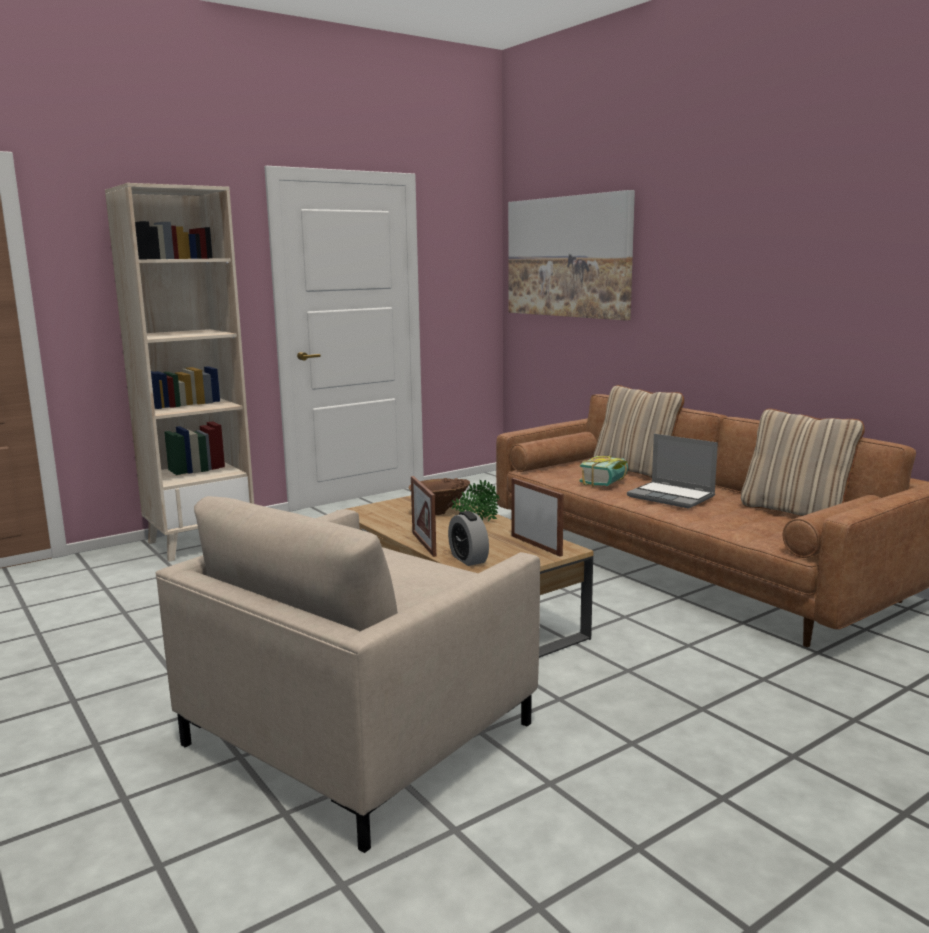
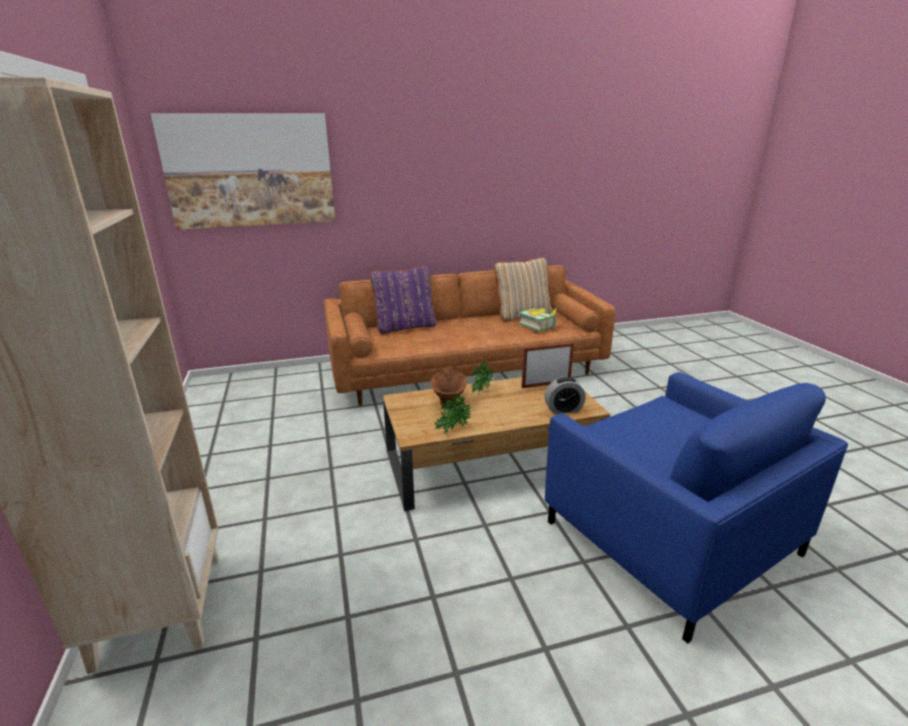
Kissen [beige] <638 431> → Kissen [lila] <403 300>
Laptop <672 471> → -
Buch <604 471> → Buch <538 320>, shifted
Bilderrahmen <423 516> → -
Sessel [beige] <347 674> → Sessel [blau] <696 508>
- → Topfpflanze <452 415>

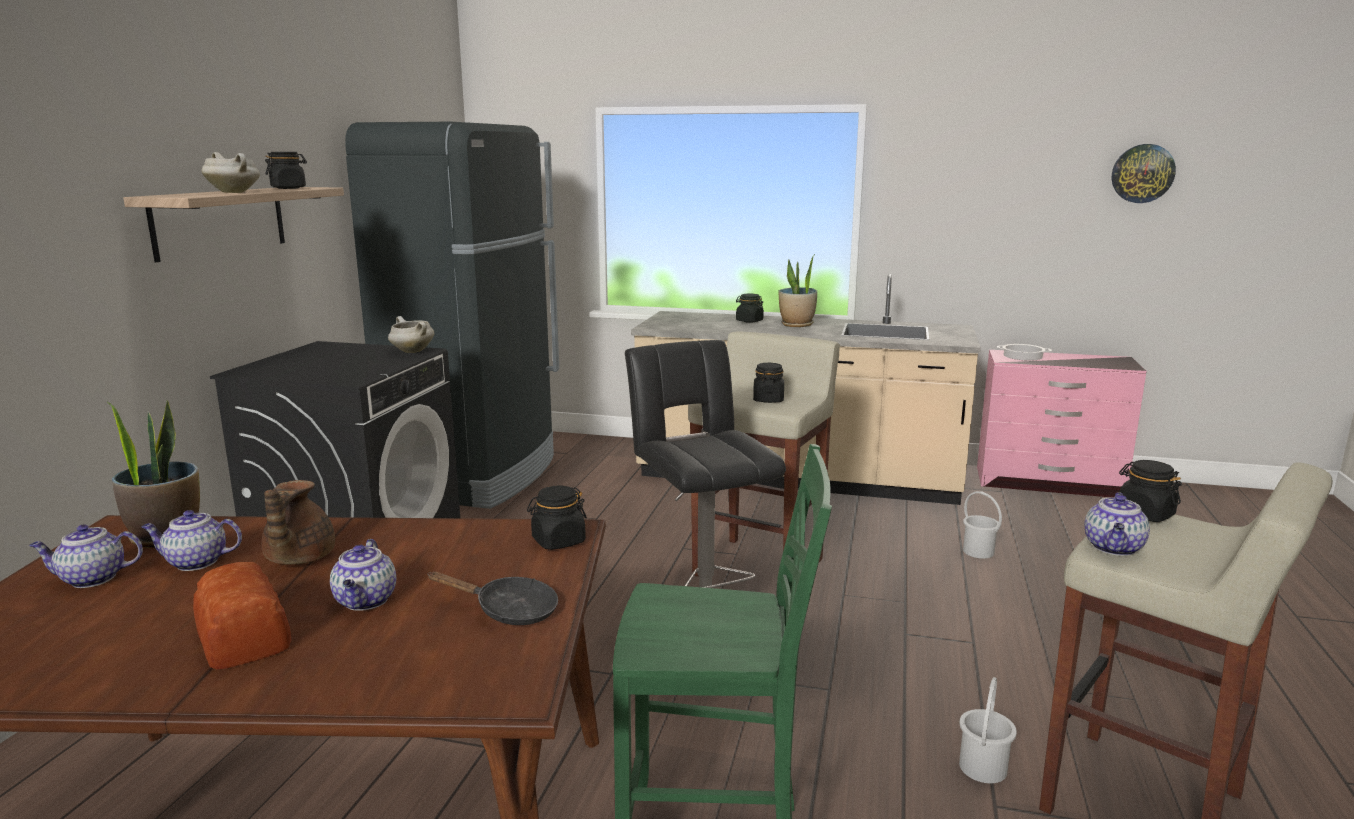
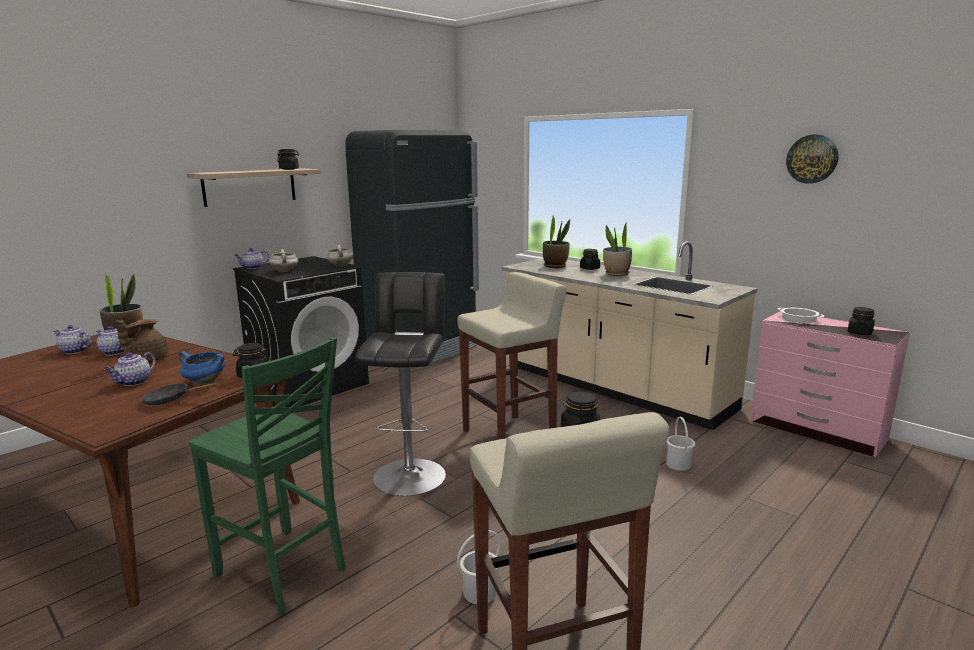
Wanduhr <1144 173> → Wanduhr <812 159>, shifted
Kochtopf [weiß] <231 172> → Kochtopf [weiß] <283 260>, shifted
Vorratsglas [schwarz] <768 383> → Vorratsglas [schwarz] <861 321>, shifted
Teekanne <1117 524> → Teekanne <251 258>, shifted
Brot <242 615> → -
Pfanne [schwarz] <493 598> → Pfanne [schwarz] <179 394>, 135 degrees clockwise
- → Topfpflanze <556 241>
- → Kochtopf [blau] <202 368>

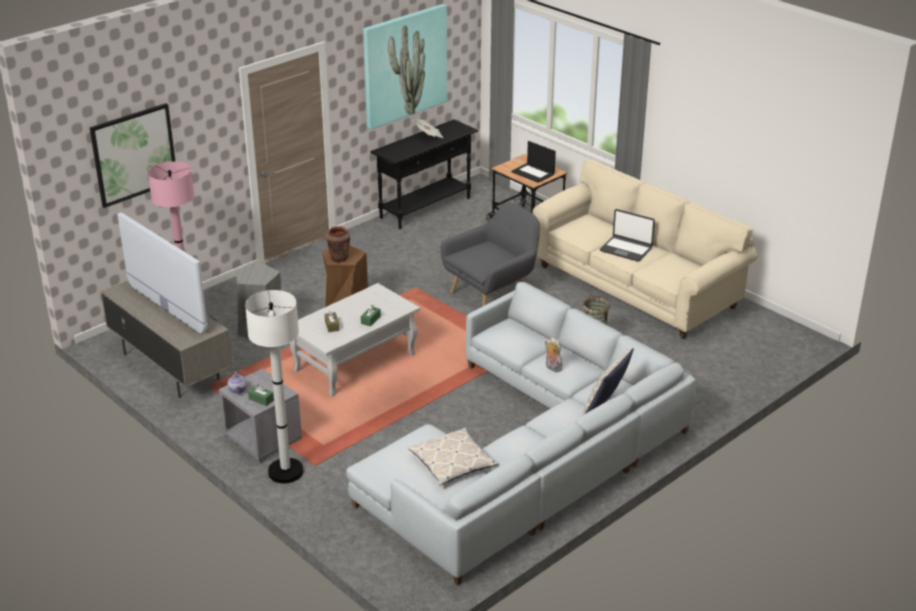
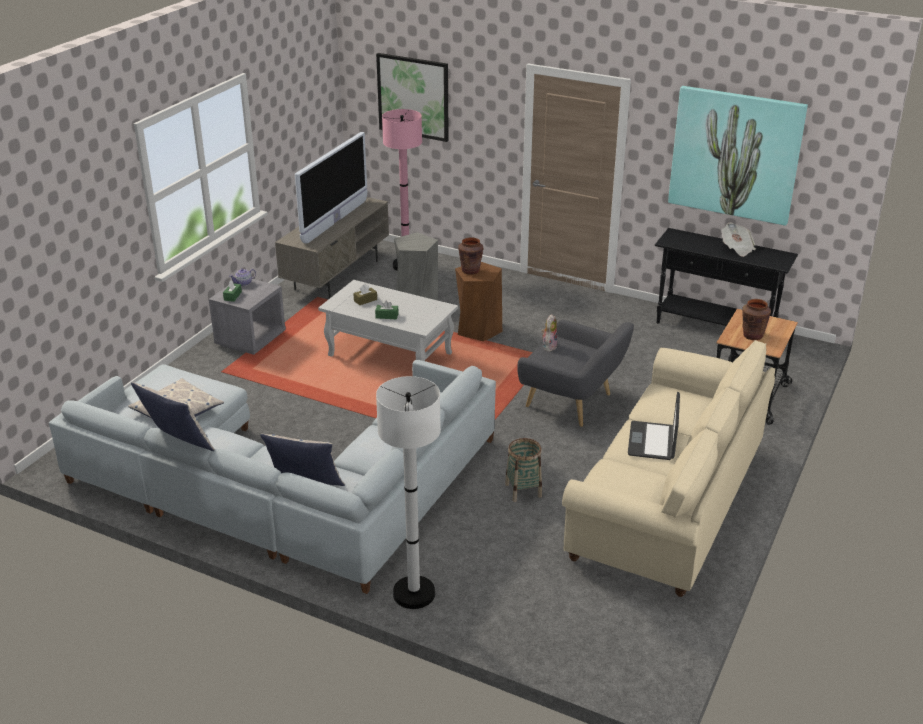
Laptop <533 162> → Vase [braun] <756 319>
Stehlampe [weiß] <274 386> → Stehlampe [weiß] <408 492>, shifted
Plüschtier <553 355> → Plüschtier <549 333>, shifted
- → Kissen <173 416>

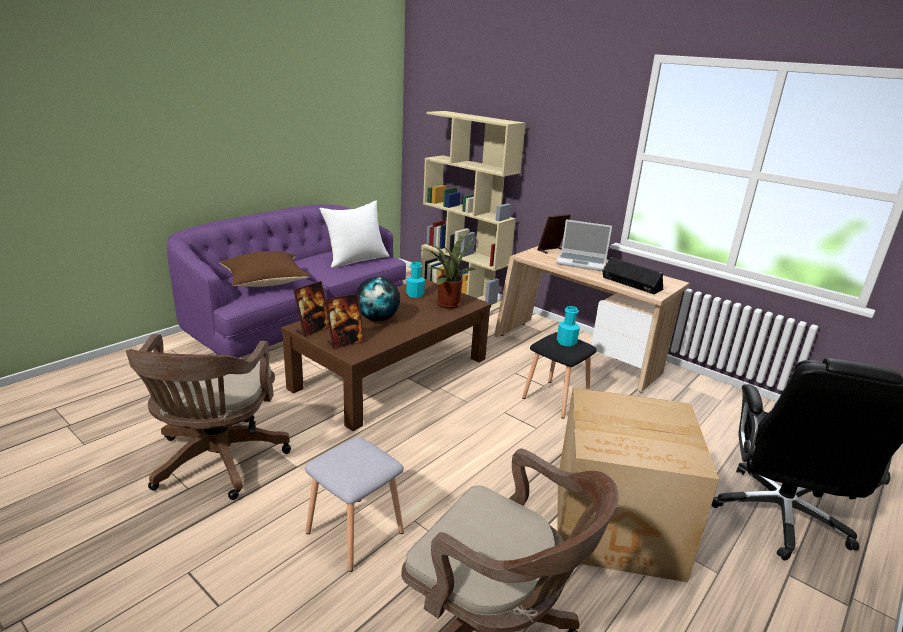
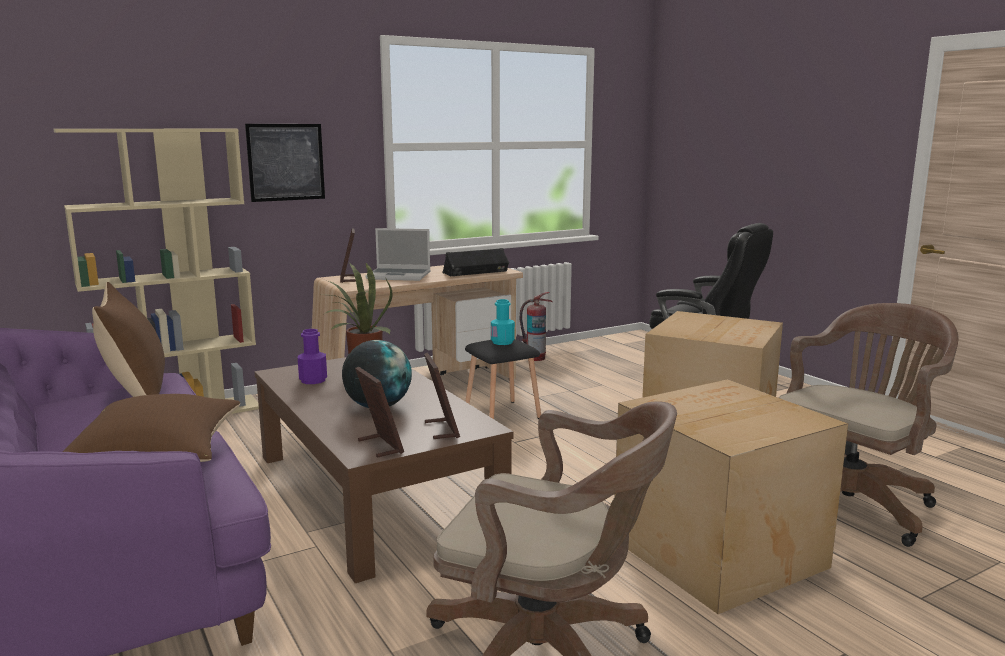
Kissen [weiß] <355 234> → Kissen [braun] <128 339>
Laptop <584 245> → Laptop <397 254>, 60 degrees clockwise
Flasche [türkis] <415 280> → Flasche [lila] <312 356>
Hocker [grau] <354 504> → Karton <731 496>
- → Bild <285 163>
- → Feuerlöscher <536 326>

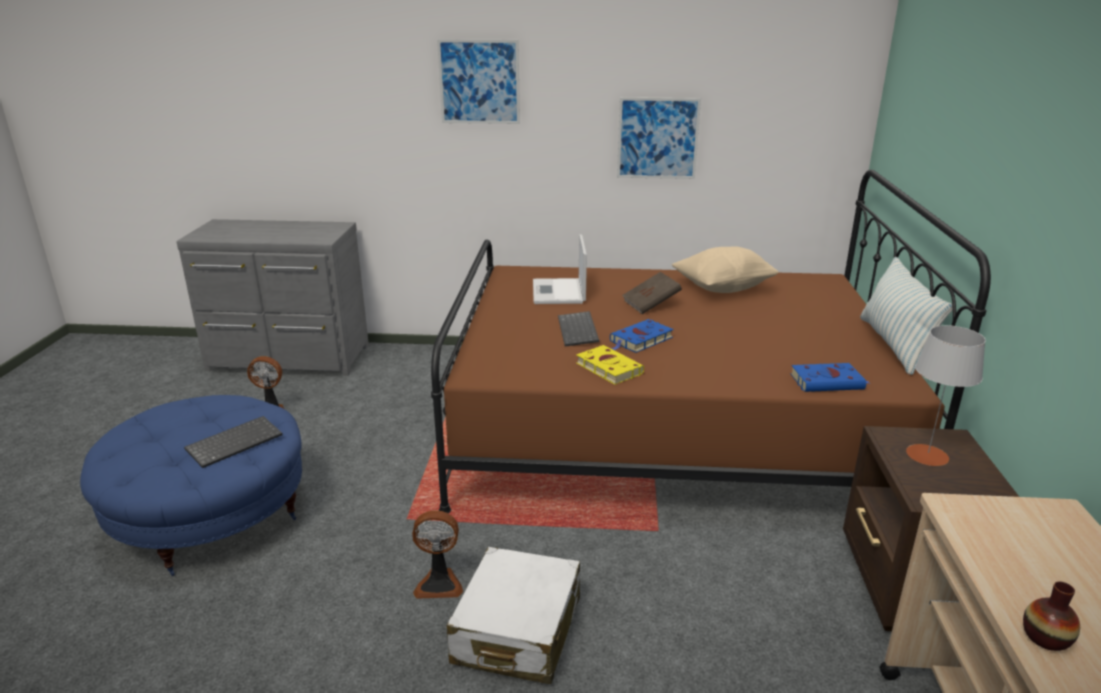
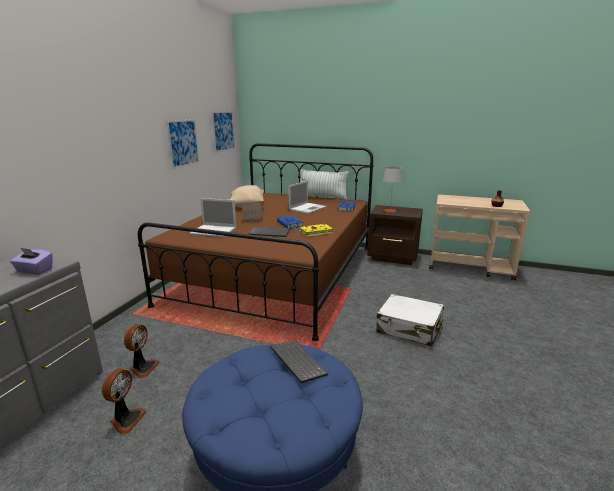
Bild <478 81> → Bild <223 132>, shifted
Ventilator <437 554> → Ventilator <142 351>, shifted
- → Laptop <307 197>
- → Taschentuchbox [lila] <31 261>

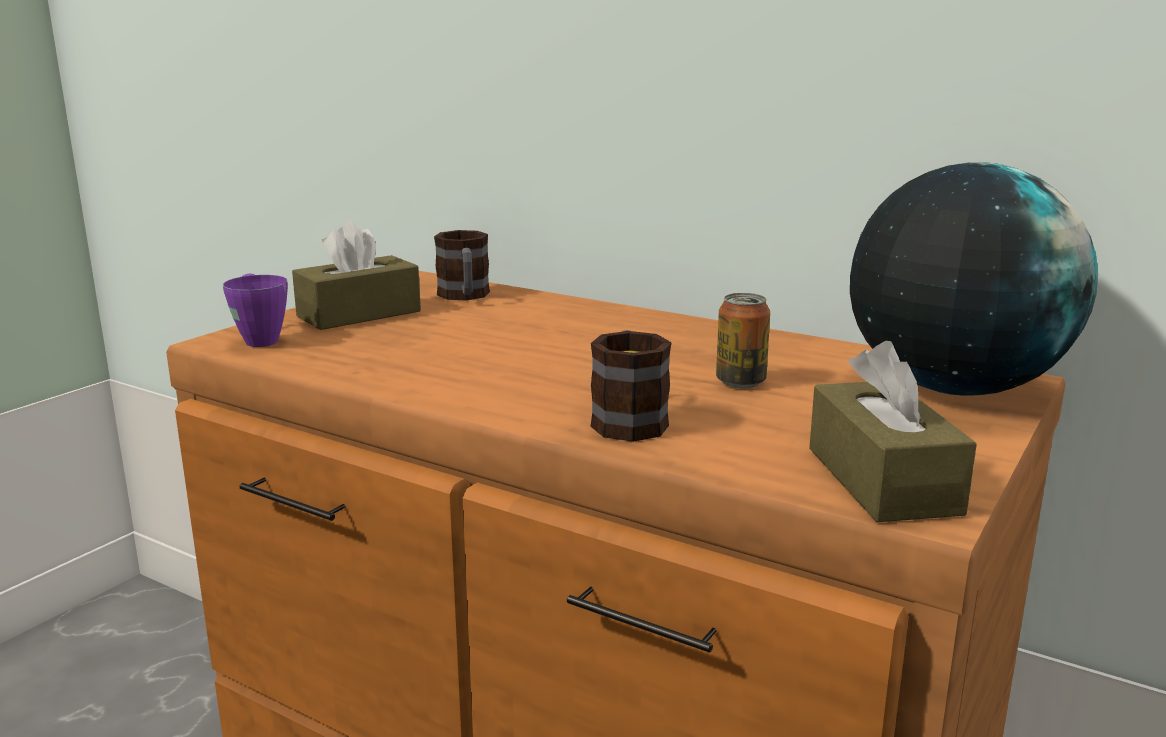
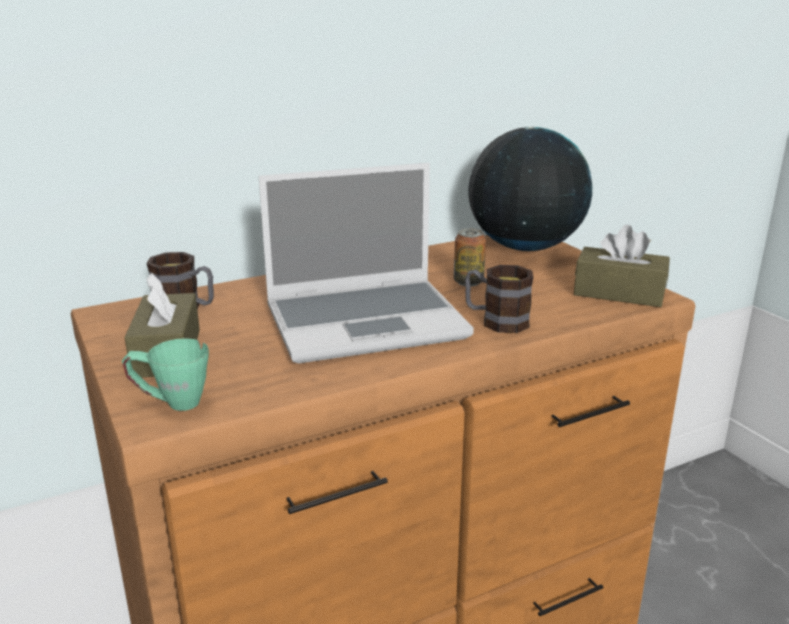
Henkelbecher [lila] <255 310> → Henkelbecher [grün] <165 374>
- → Laptop <366 263>

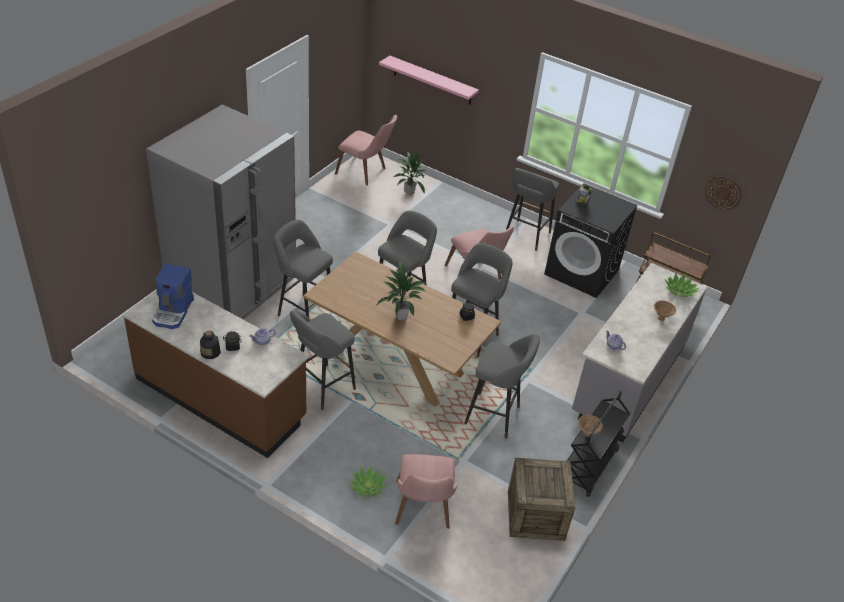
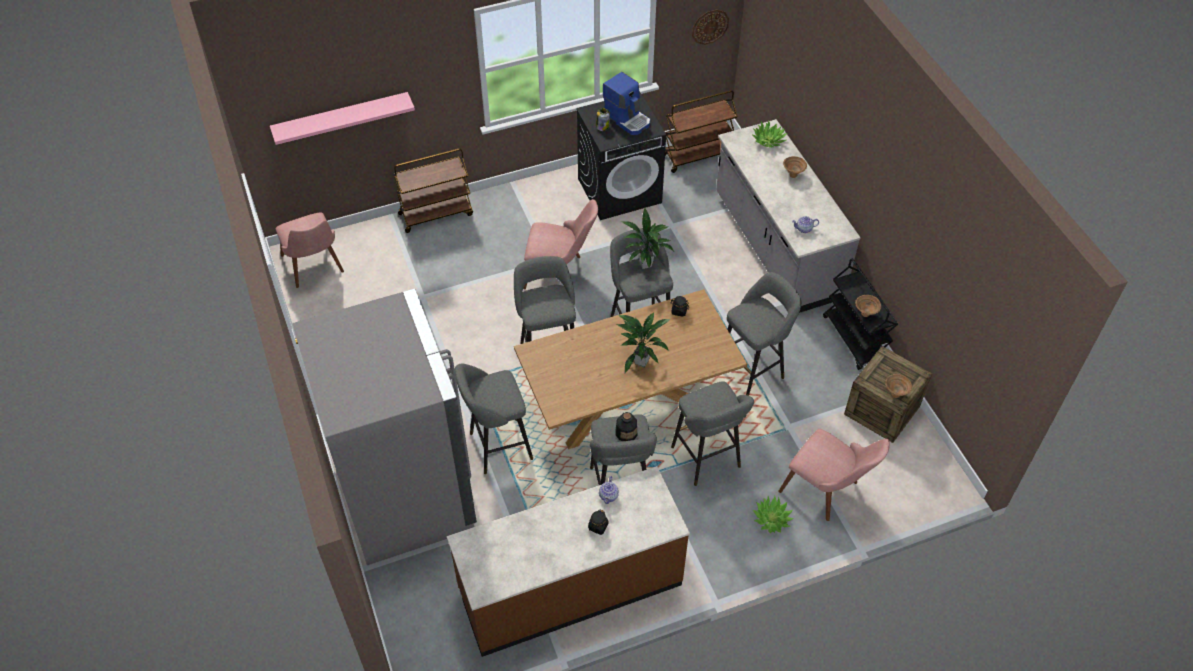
Stuhl [rosa] <366 150> → Stuhl [rosa] <310 250>, 90 degrees clockwise
Topfpflanze <410 172> → Topfpflanze <648 238>, shifted
Hocker [grau] <532 209> → Hocker [grau] <712 433>, shifted
Kaffeemaschine <173 296> → Kaffeemaschine <626 103>, shifted
Flasche <210 345> → Flasche <626 426>, shifted
- → Rollwagen [braun] <433 191>
- → Schüssel [braun] <898 386>

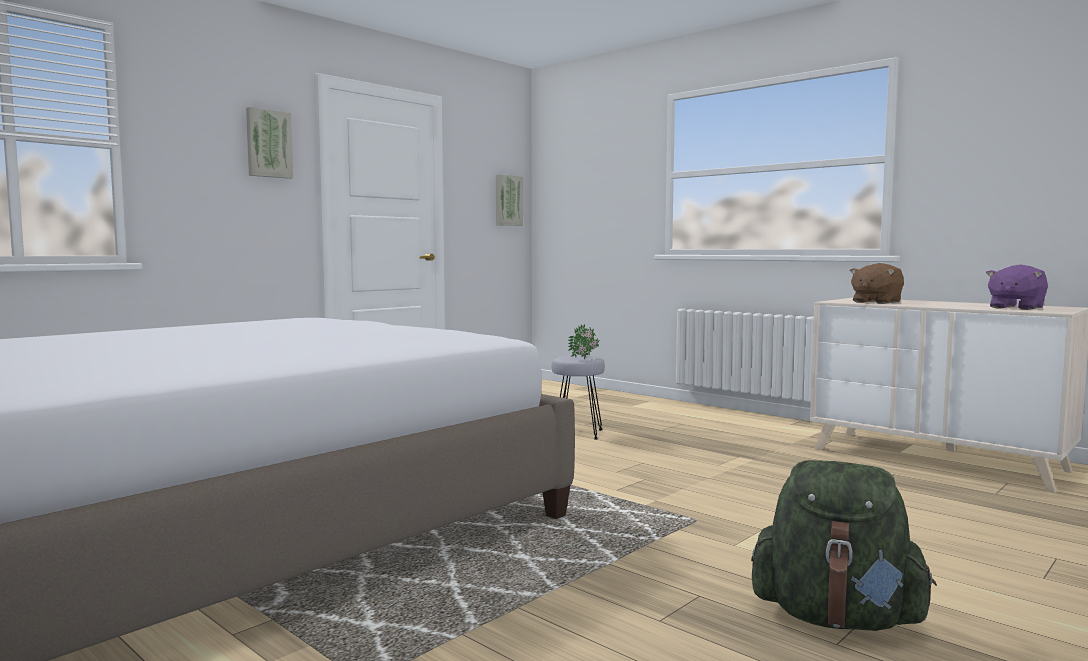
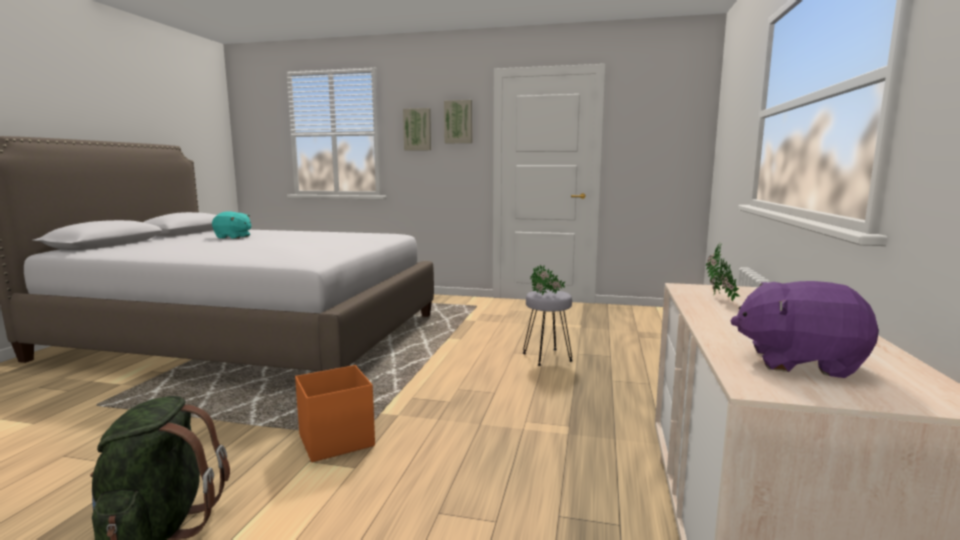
Bild <509 200> → Bild <417 129>, shifted
Plüschtier [braun] <877 283> → Topfpflanze <723 272>
- → Plüschtier [türkis] <231 225>
- → Aufbewahrungsbox [orange] <335 413>

